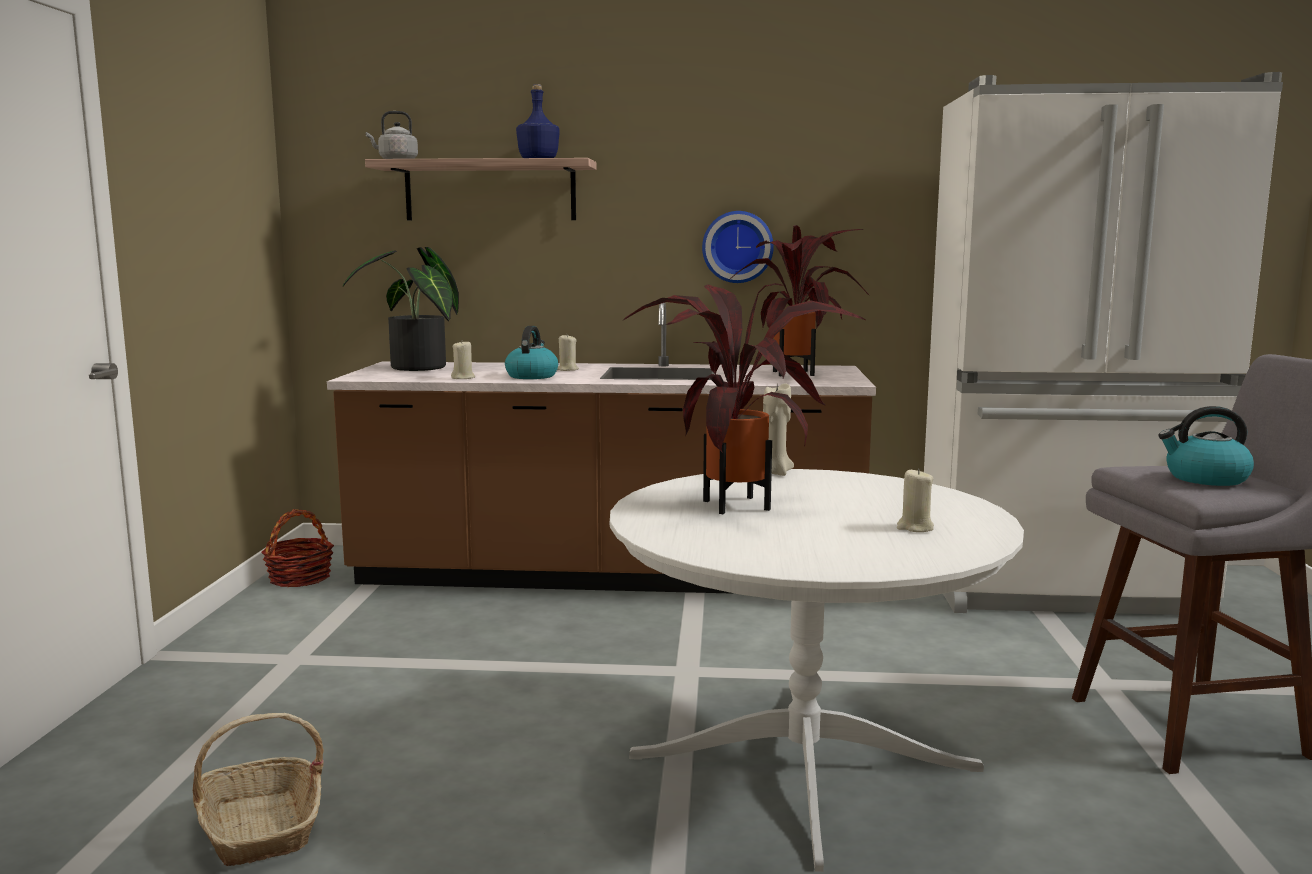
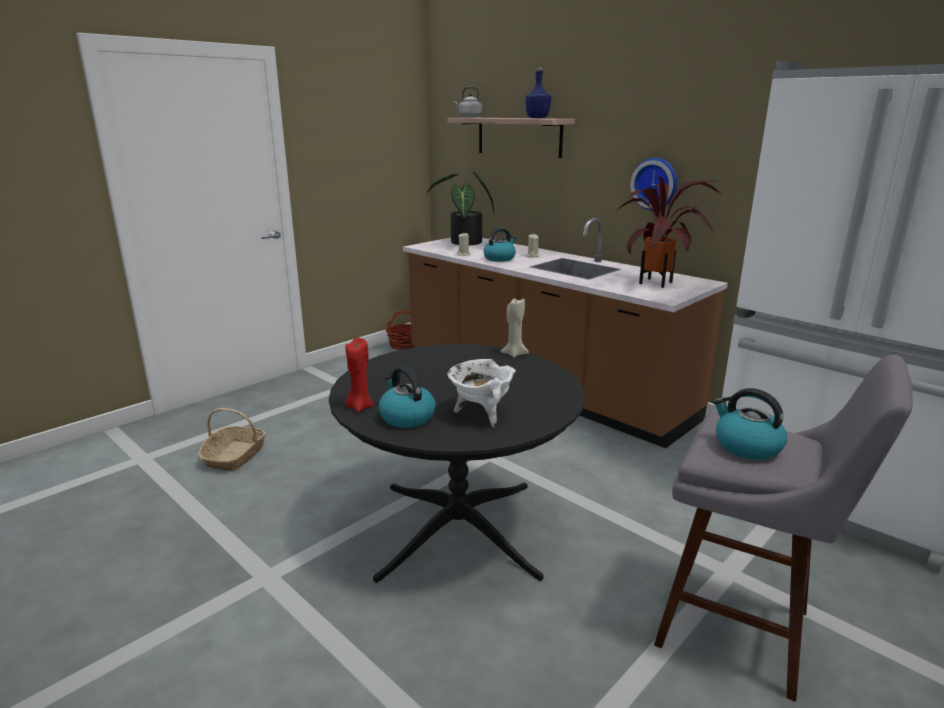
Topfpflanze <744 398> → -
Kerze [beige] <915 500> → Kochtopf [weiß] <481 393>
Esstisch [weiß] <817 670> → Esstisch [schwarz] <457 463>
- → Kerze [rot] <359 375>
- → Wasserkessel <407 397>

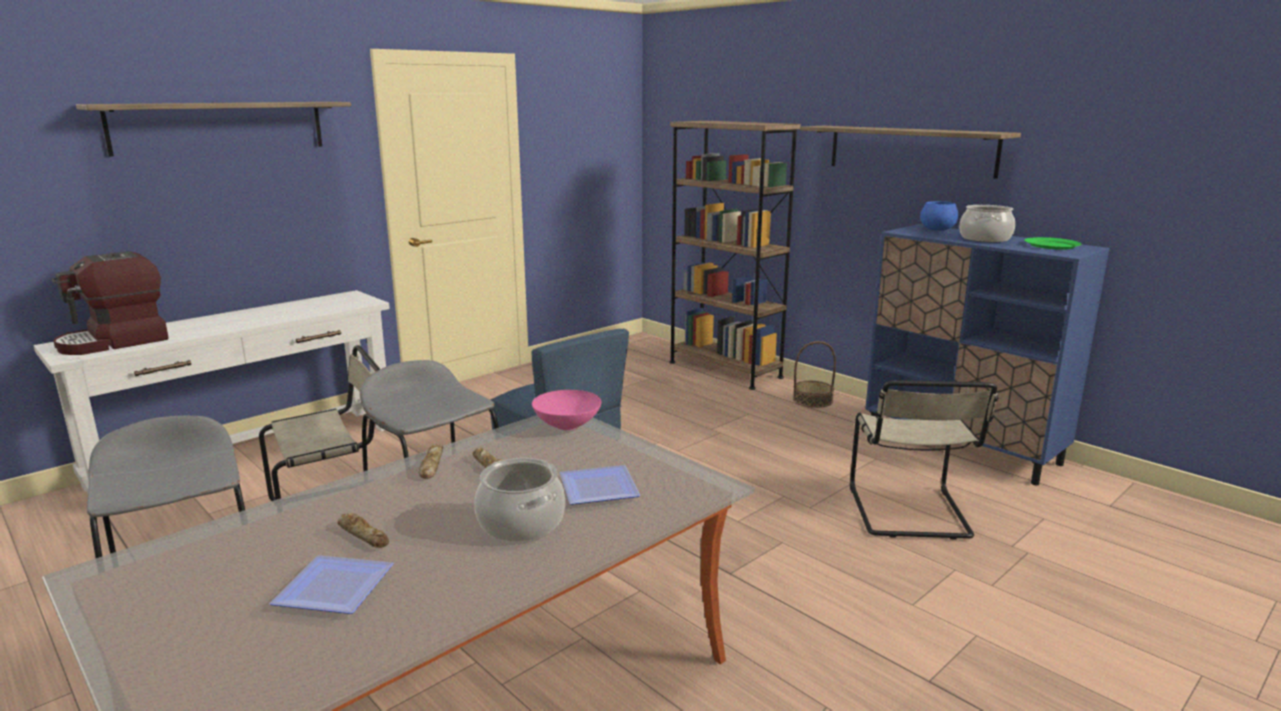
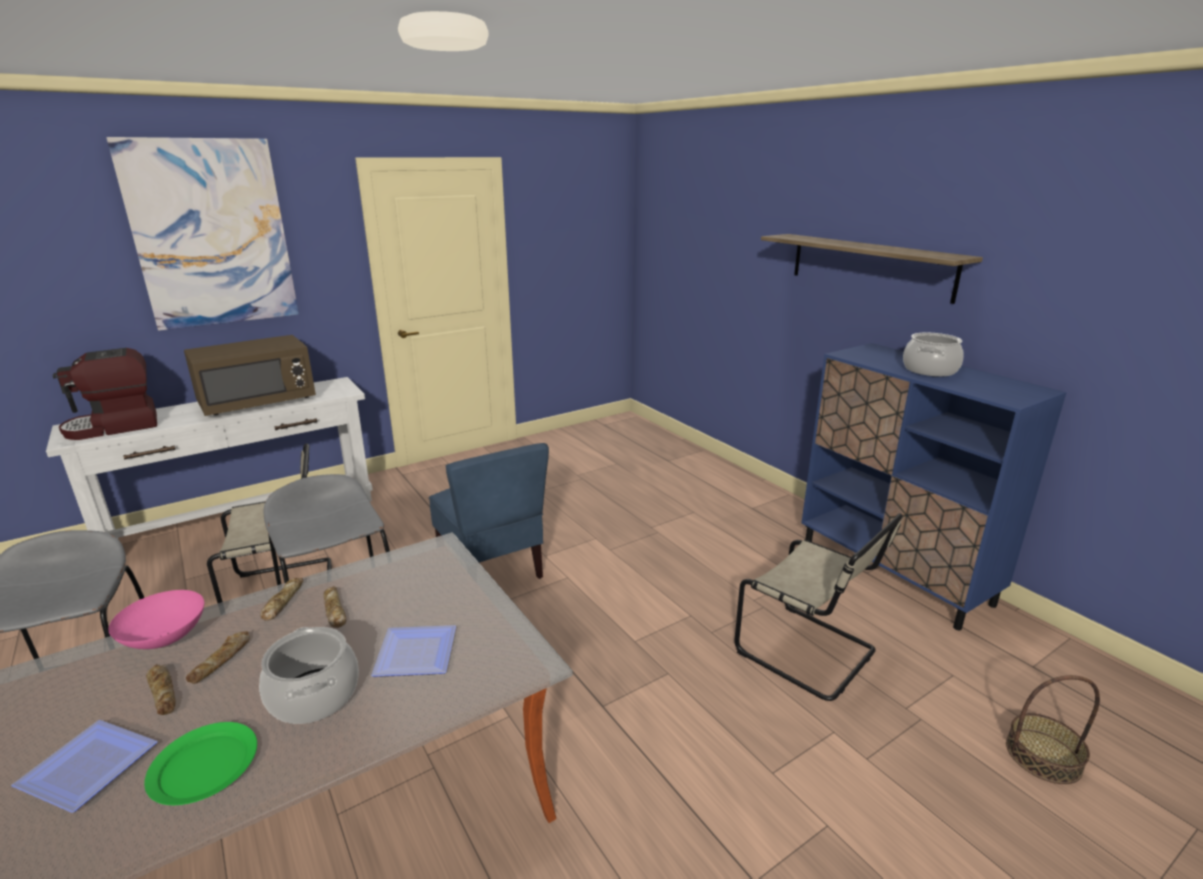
Wandregal <213 129> → Bild <202 234>
Bücherregal [braun] <735 255> → -
Schüssel [blau] <939 216> → -
Teller [grün] <1053 243> → Teller [grün] <200 763>, shifted
Korb <814 374> → Korb <1053 729>, shifted
Stuhl [beige] <924 459> → Stuhl [beige] <818 607>, 60 degrees counterclockwise
Schüssel [rosa] <566 410> → Schüssel [rosa] <156 619>, shifted
- → Mikrowelle [braun] <250 375>
- → Brot <218 657>

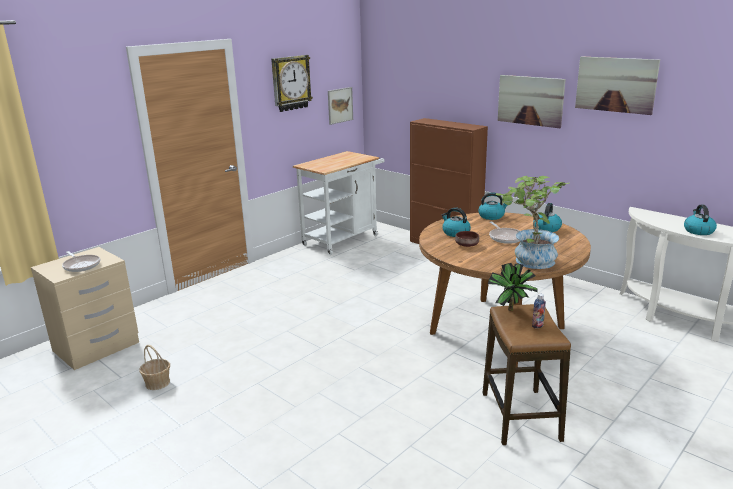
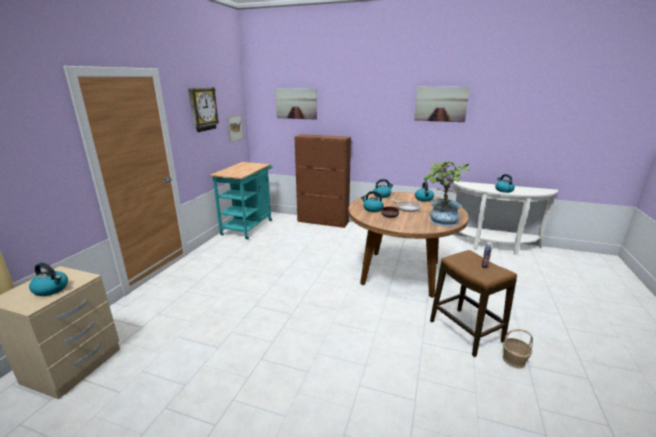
Bild <532 101> → Bild <296 104>, shifted
Rollwagen [weiß] <339 203> → Rollwagen [türkis] <241 201>
Pfanne <81 261> → Wasserkessel <48 279>
Topfpflanze <512 287> → -
Korb <154 367> → Korb <518 349>, shifted

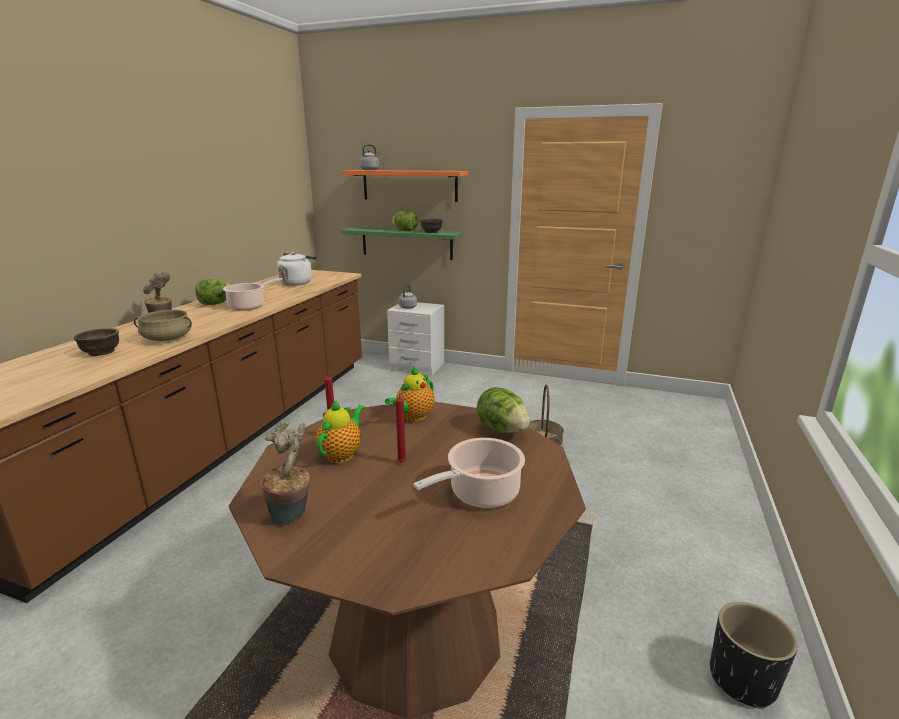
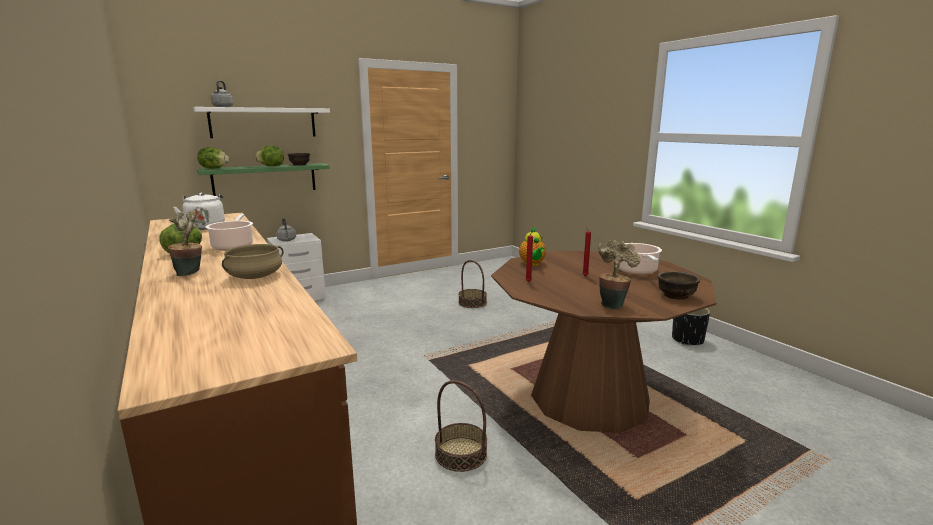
Wandregal [orange] <404 186> → Wandregal [weiß] <261 122>
Schüssel [braun] <96 342> → Schüssel [braun] <679 285>, shifted
Salatkopf <503 410> → Salatkopf <213 158>, shifted
Teekanne <340 431> → -
- → Korb <461 426>

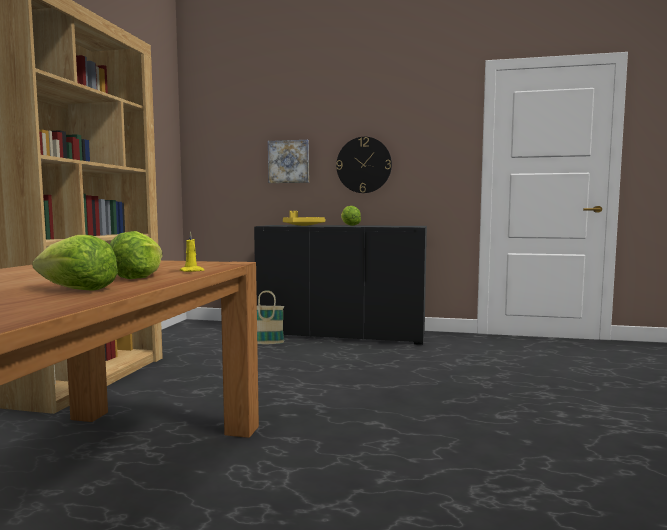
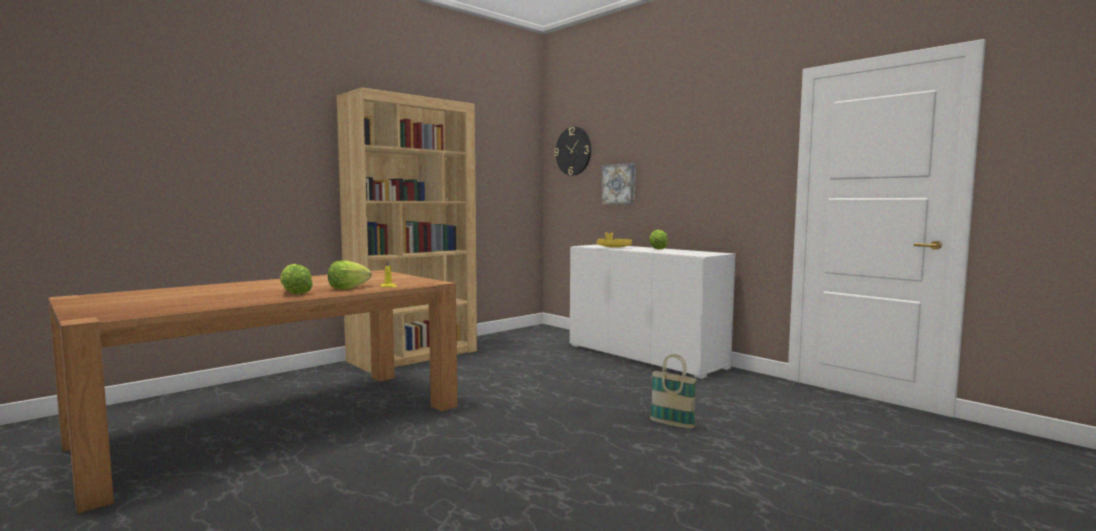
Wanduhr <364 165> → Wanduhr <573 151>, shifted
Schrank [schwarz] <340 285> → Schrank [weiß] <653 312>
Korb <270 317> → Korb <673 391>, shifted

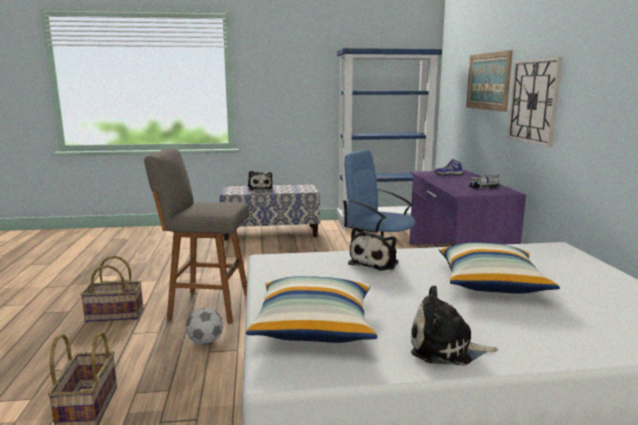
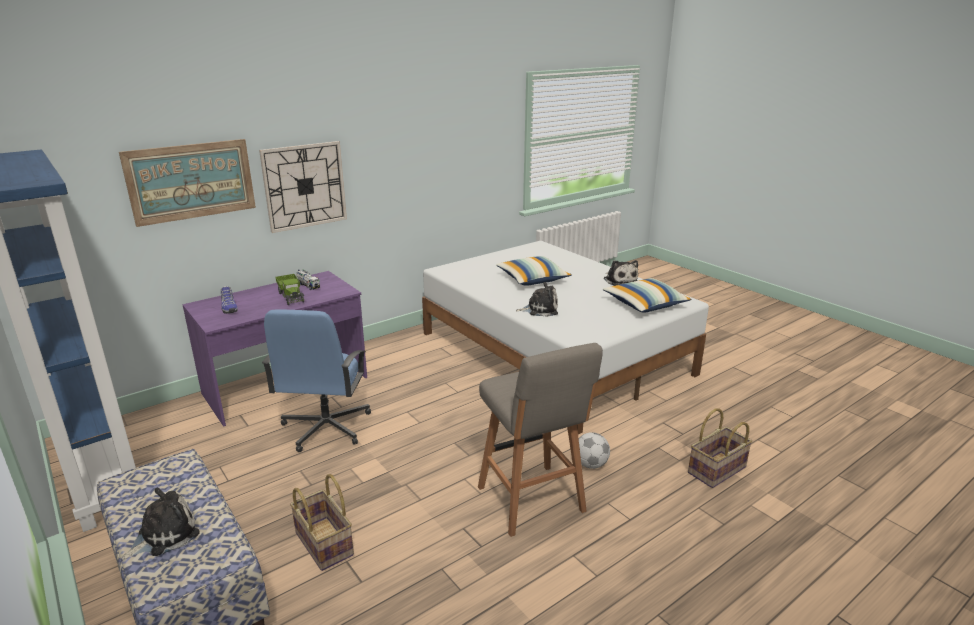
Korb <111 289> → Korb <322 522>, shifted
- → Spielzeuglaster <289 289>

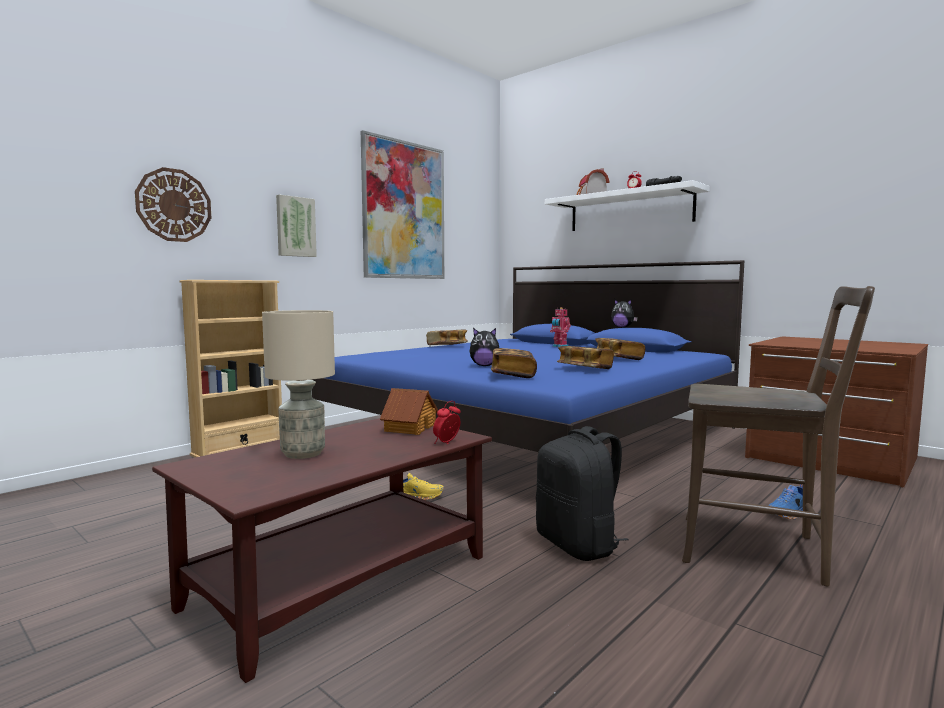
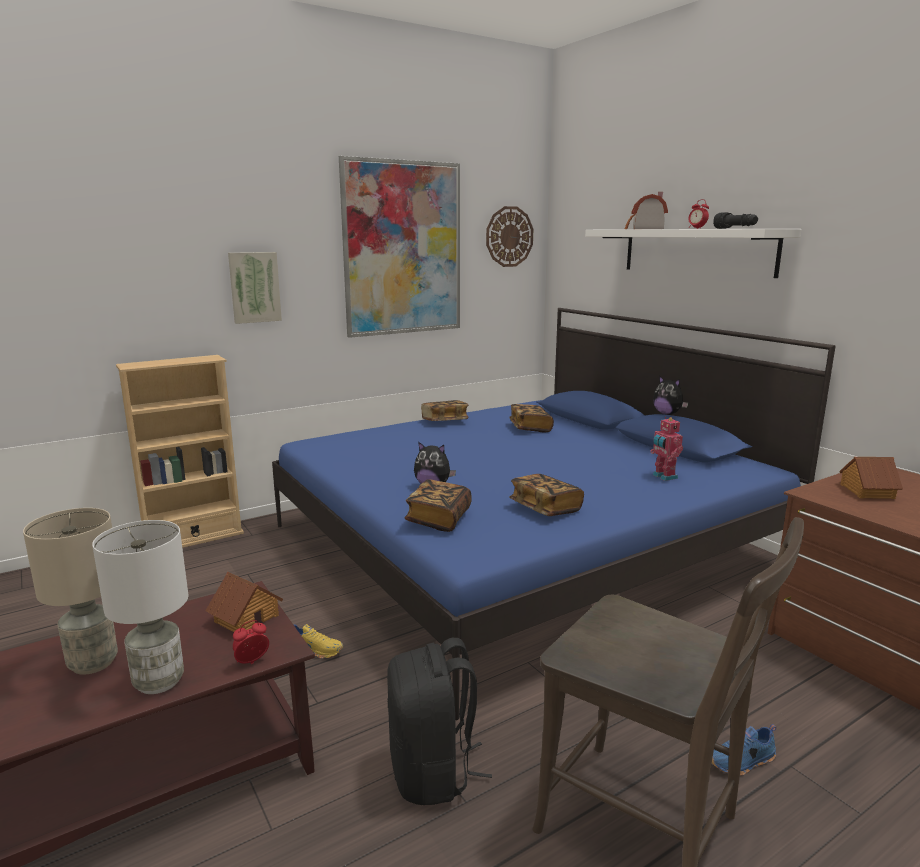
Wanduhr <173 204> → Wanduhr <509 236>, shifted
Spielzeugroboter <560 327> → Spielzeugroboter <666 449>, shifted
Buch <620 349> → Buch <531 418>, shifted
- → Spielzeughaus <871 478>
- → Tischlampe [weiß] <140 607>

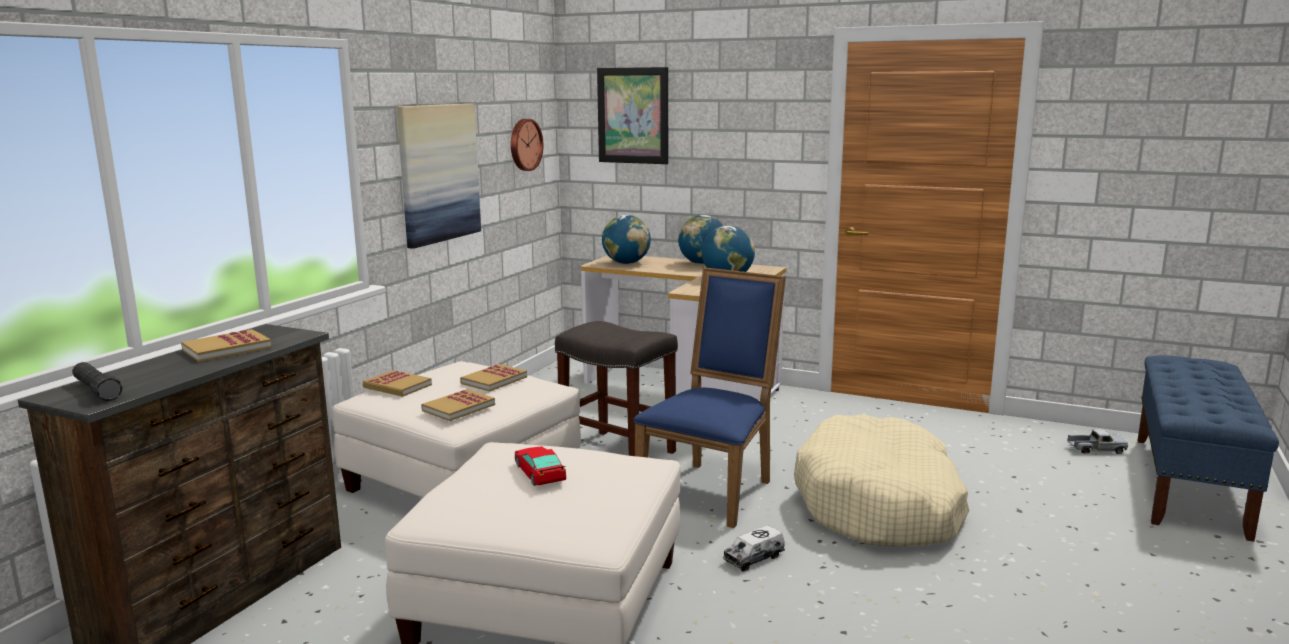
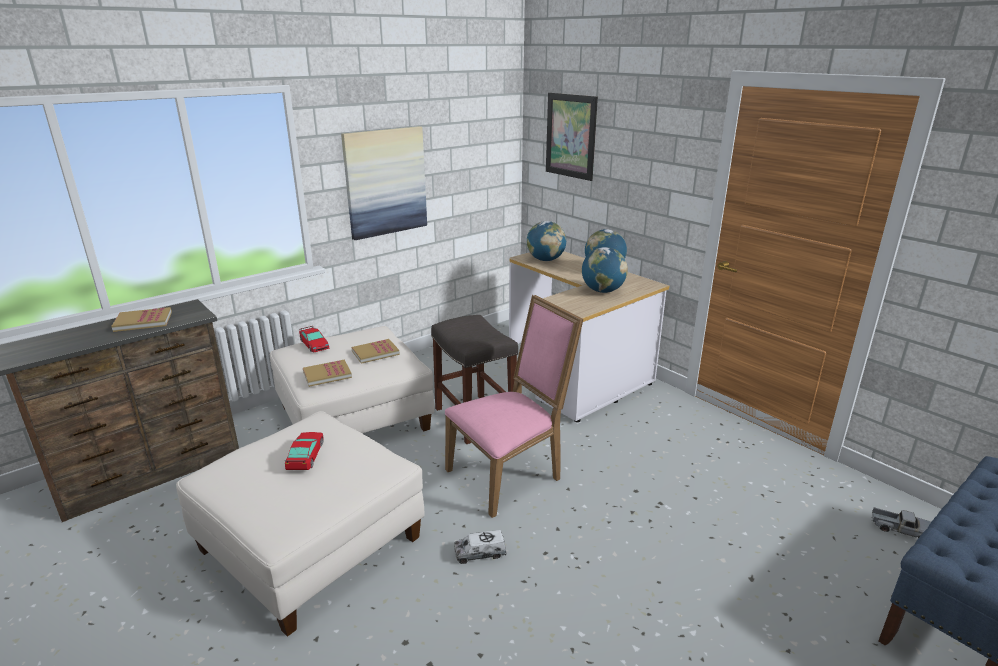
Wanduhr <527 145> → -
Stuhl [blau] <709 397> → Stuhl [rosa] <514 406>
Taschenlampe [schwarz] <97 381> → -
Buch <397 383> → Spielzeugauto <314 339>
Hundebett [beige] <881 480> → -

